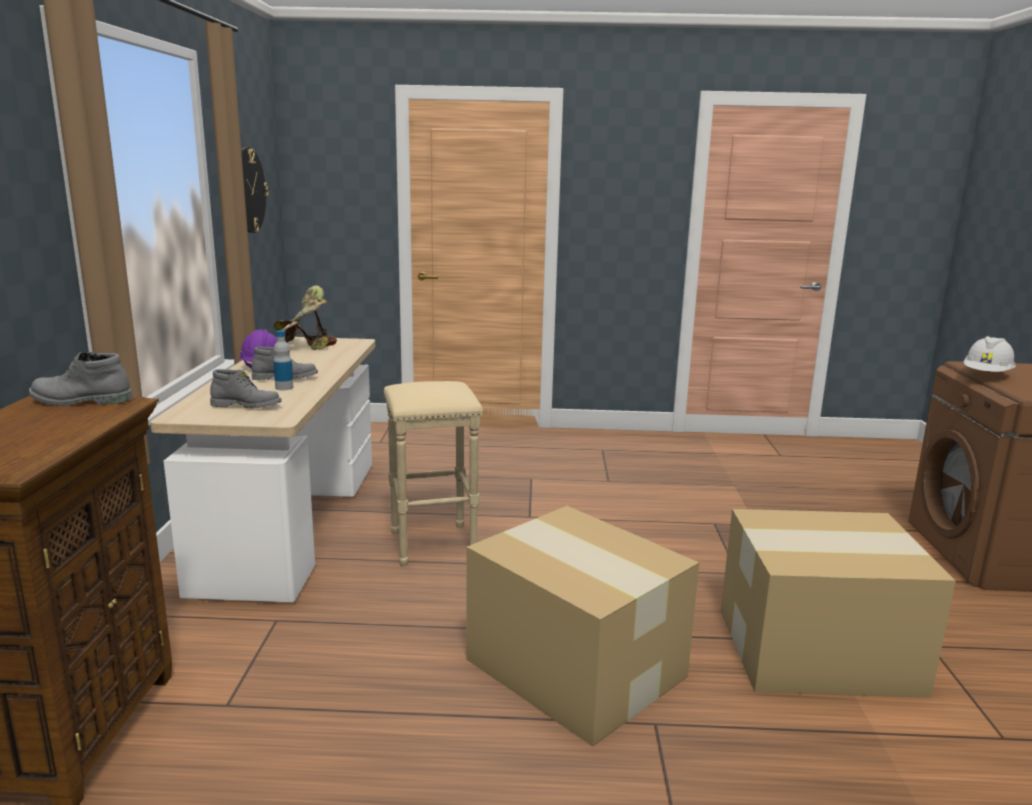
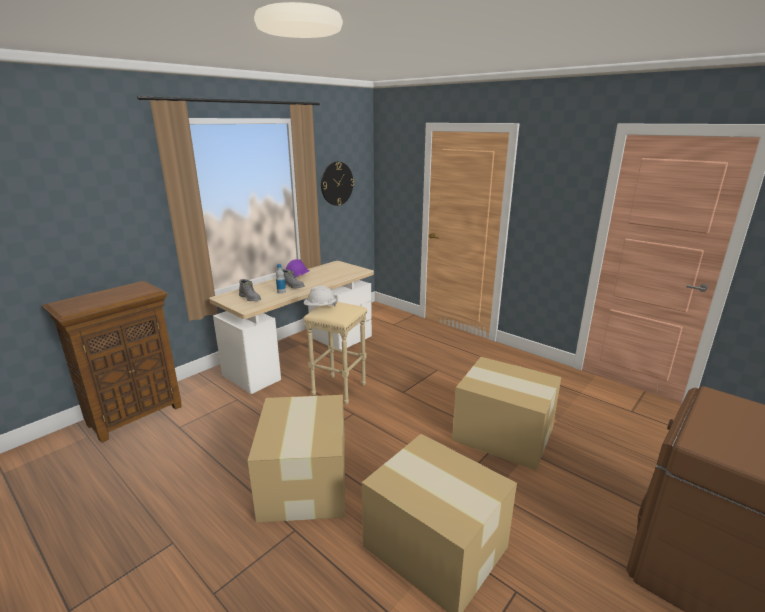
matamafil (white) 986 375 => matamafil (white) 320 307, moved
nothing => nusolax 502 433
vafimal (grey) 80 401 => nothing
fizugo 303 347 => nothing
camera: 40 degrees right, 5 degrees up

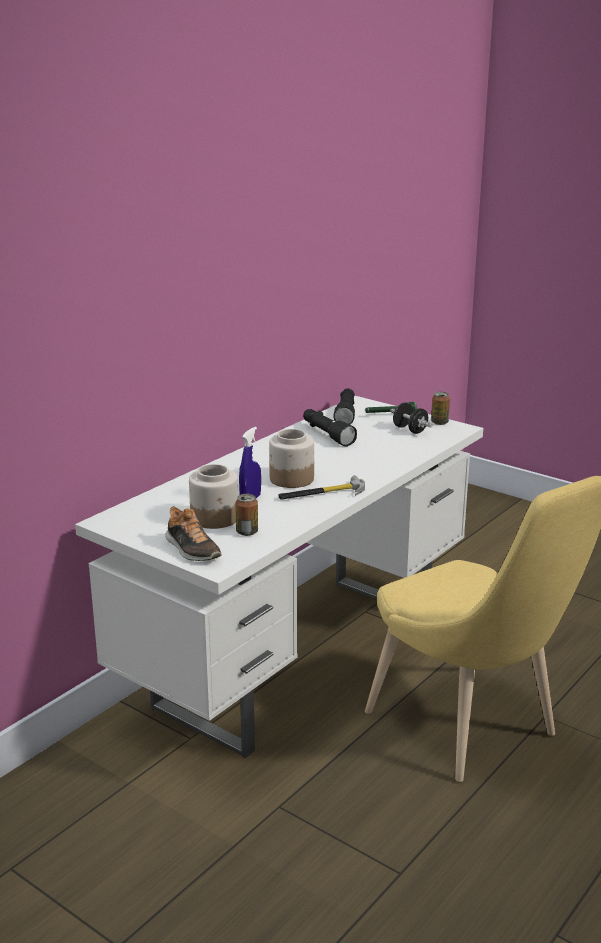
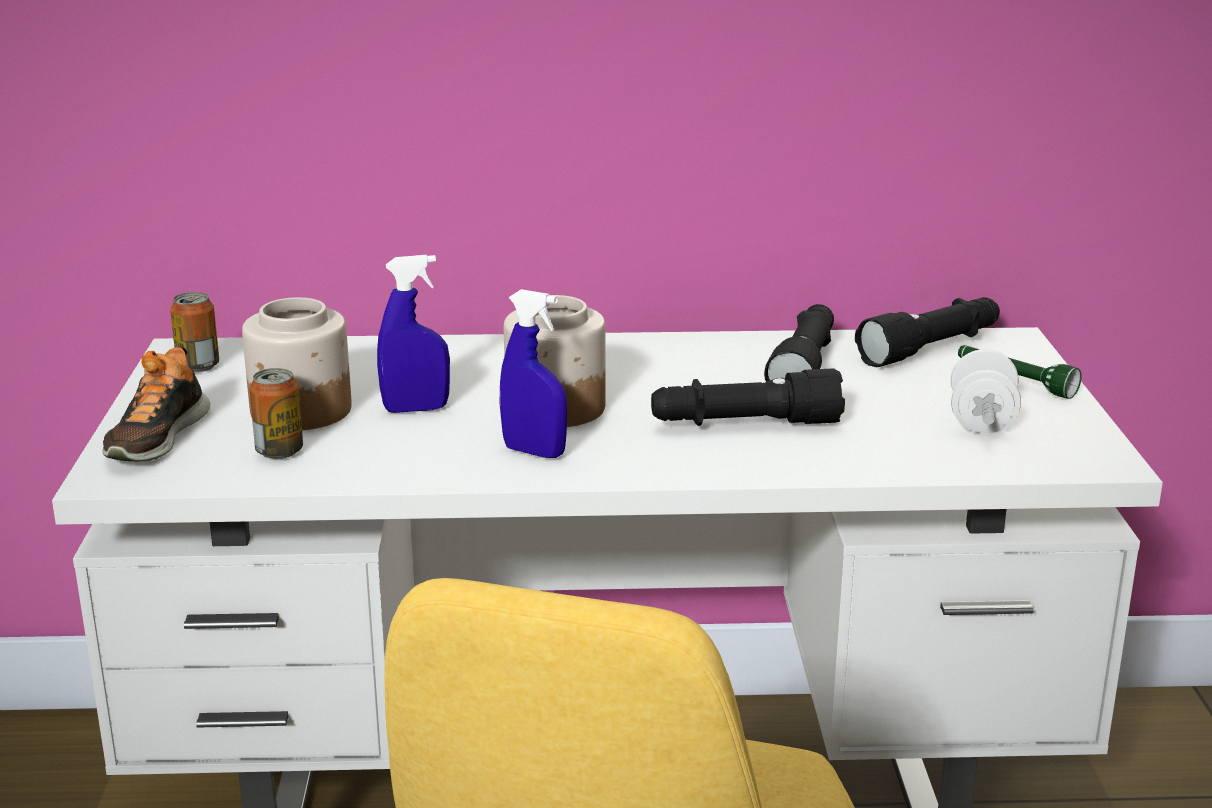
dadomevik 439 422 => dadomevik 198 366, moved
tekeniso 322 494 => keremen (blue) 534 452
nothing => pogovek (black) 745 424
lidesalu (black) 410 430 => lidesalu (white) 981 421
camera: 50 degrees right, 0 degrees up

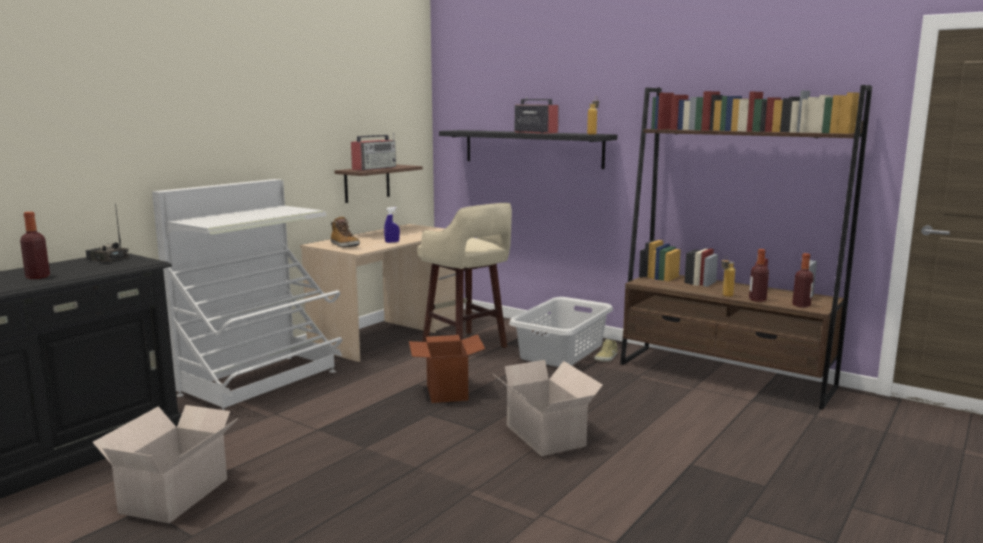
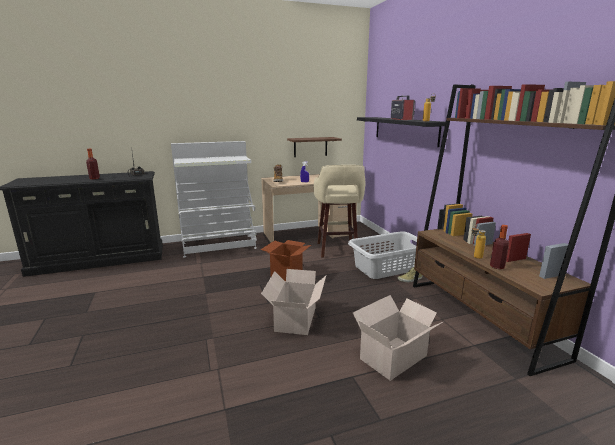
nusolax 177 494 => nusolax 395 357, moved
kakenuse 375 168 => nothing
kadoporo 801 305 => nothing
camera: 35 degrees right, 5 degrees up

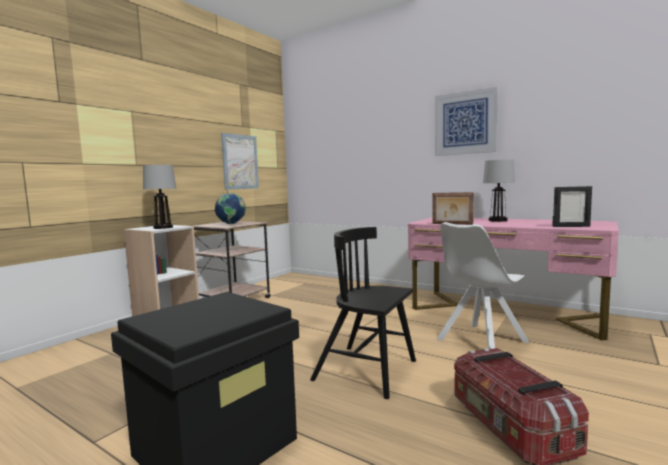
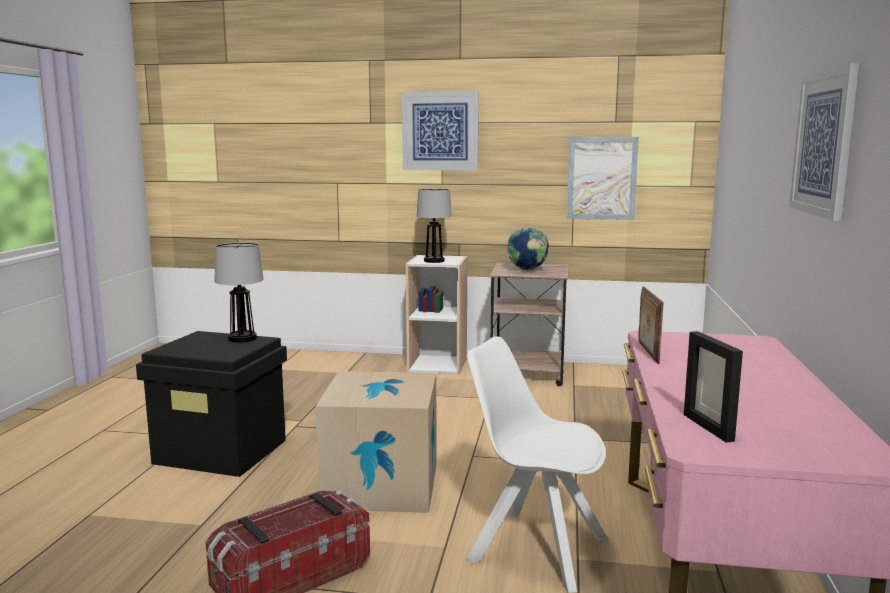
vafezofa 498 220 => vafezofa 243 338, moved
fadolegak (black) 371 371 => nusolax 381 485
nothing => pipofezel 440 131
camera: 65 degrees right, 5 degrees up

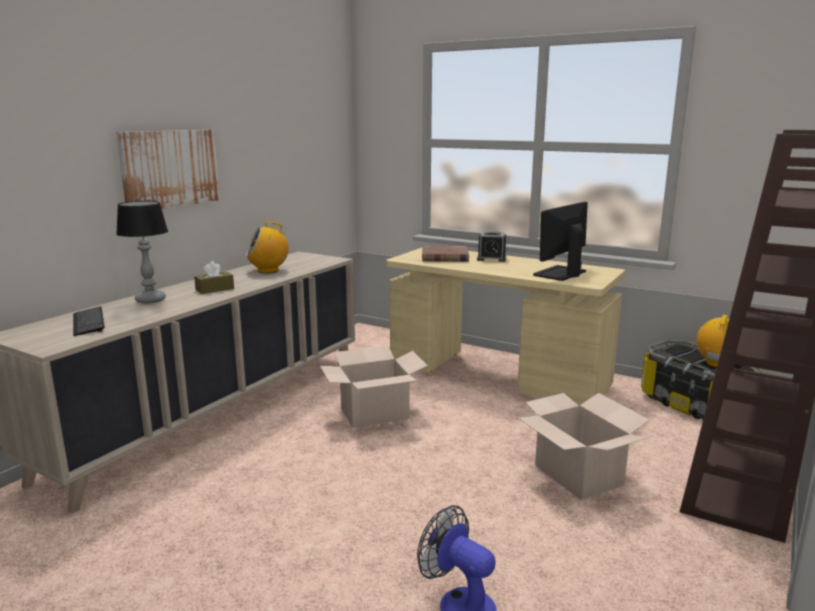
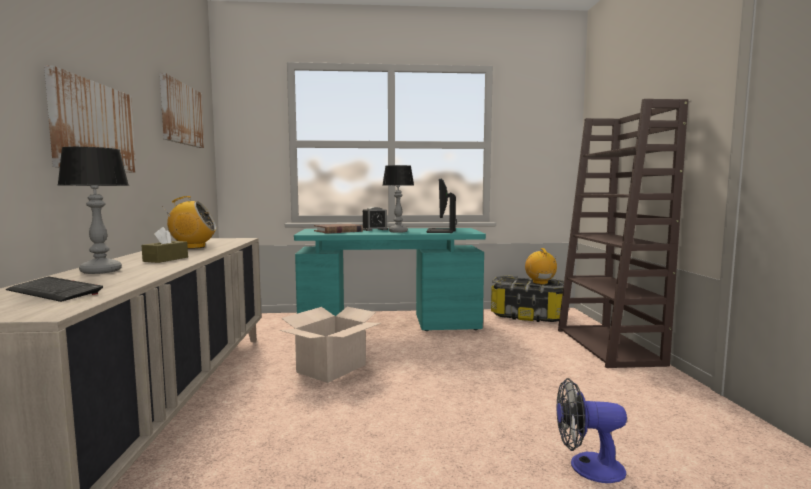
nothing => pipofezel 181 114
kakenuse 268 270 => kakenuse 193 247, 135 degrees counterclockwise
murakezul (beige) 497 376 => murakezul (turquoise) 390 325
nothing => vafezofa 398 231
nusolax 579 475 => nothing
camera: 35 degrees left, 10 degrees down

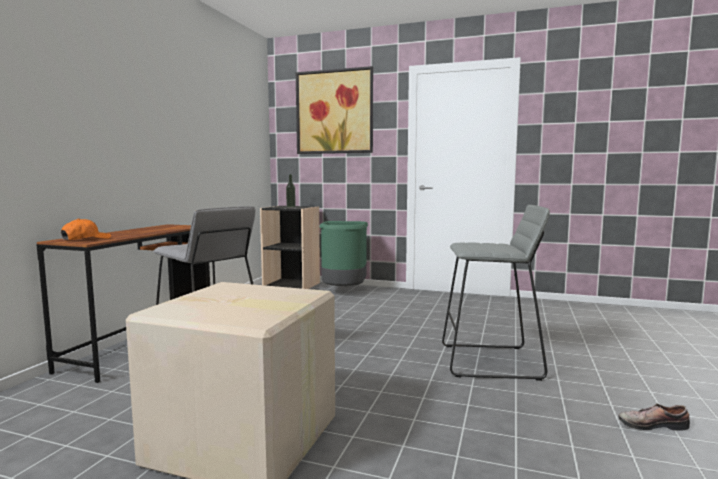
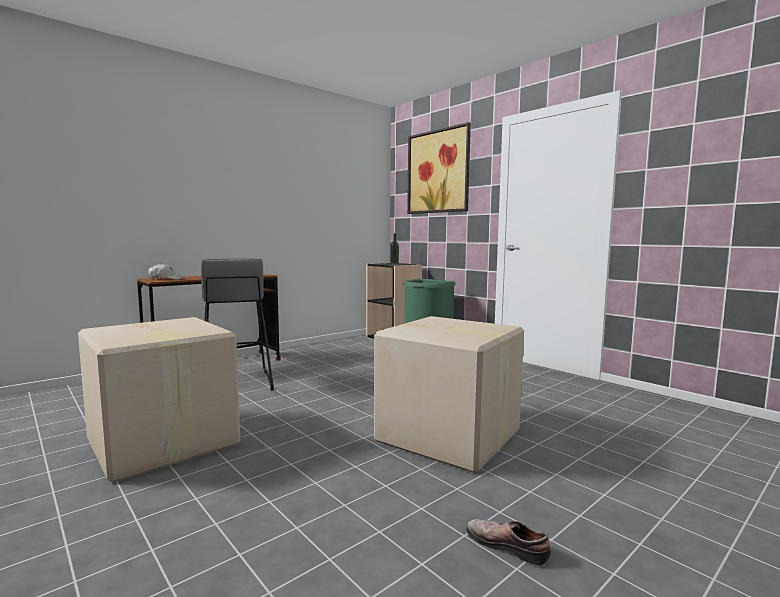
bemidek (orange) 86 239 => bemidek (white) 165 279
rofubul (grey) 491 362 => nusolax 449 437
camera: 30 degrees right, 0 degrees up

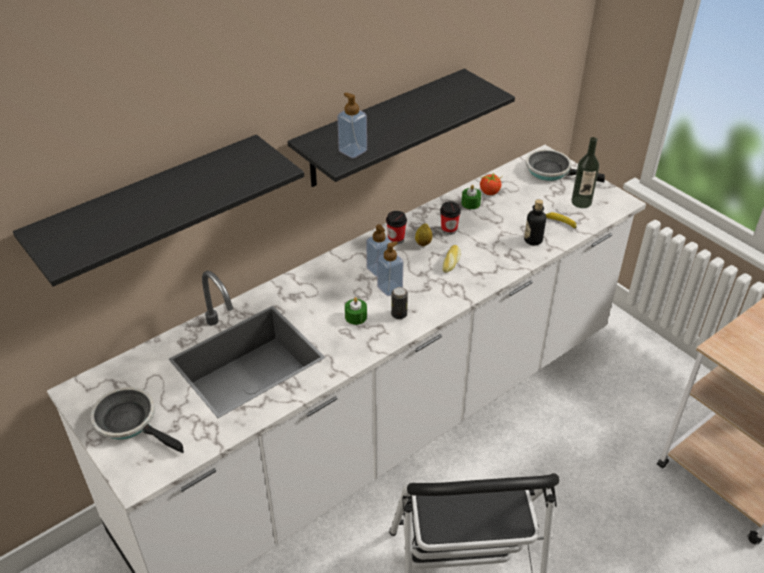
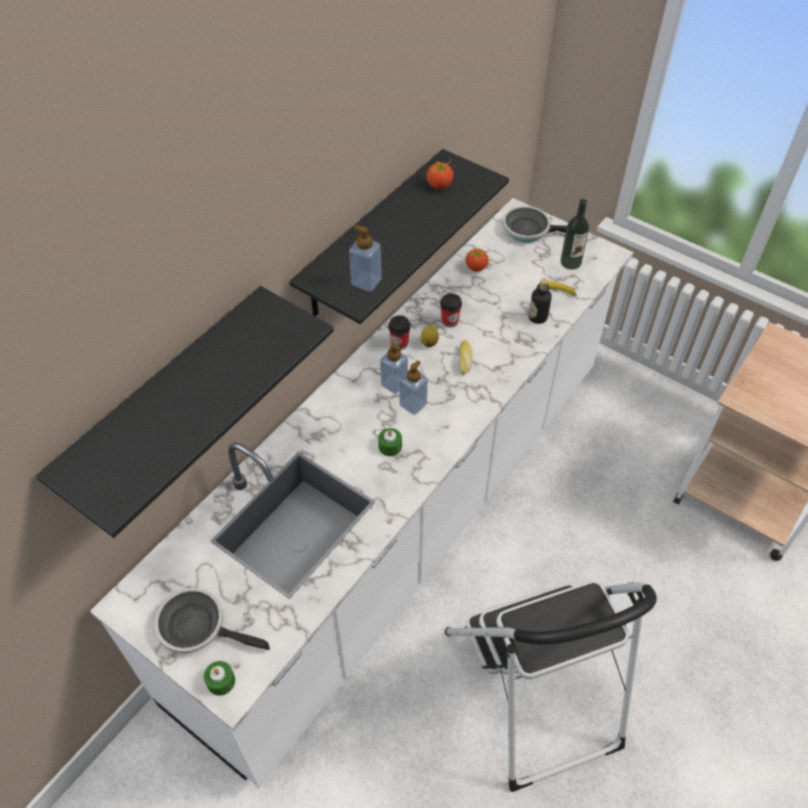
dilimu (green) 470 203 => dilimu (green) 221 681, moved
nothing => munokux 439 185
dadomevik 399 314 => nothing
camera: 15 degrees left, 10 degrees up

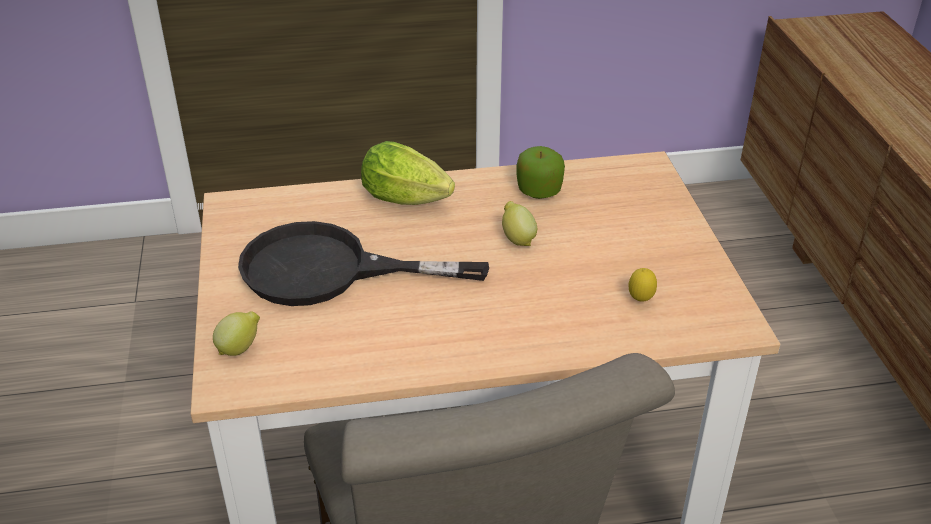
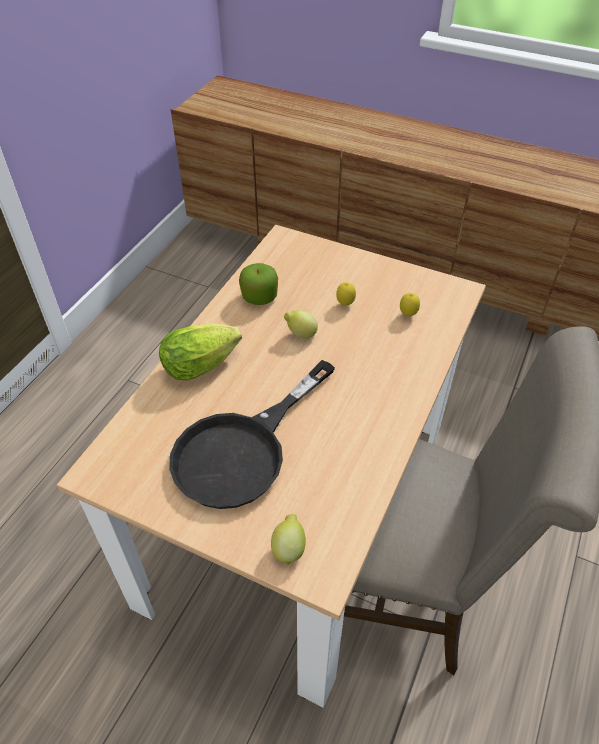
nothing => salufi 345 304
camera: 55 degrees left, 10 degrees up

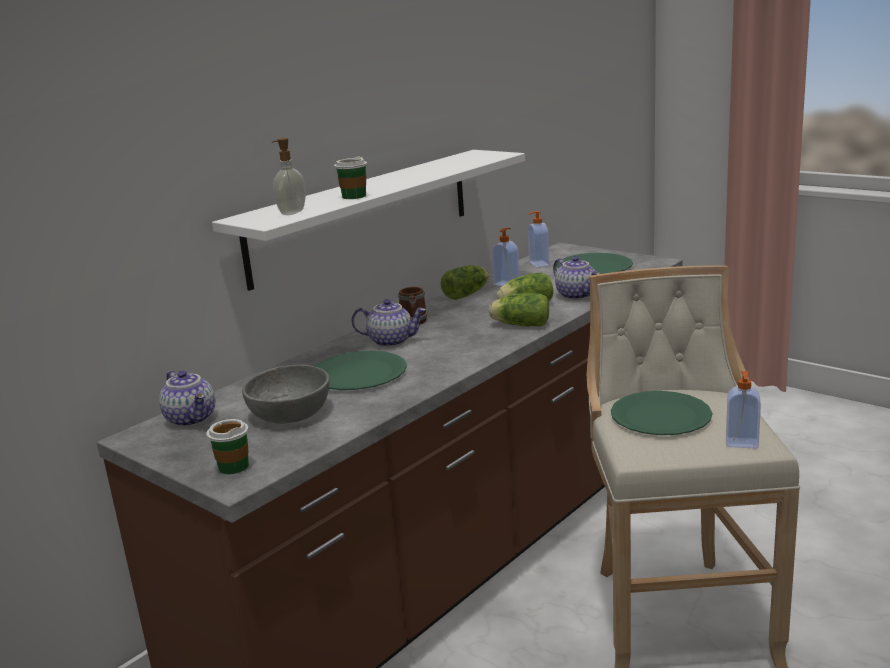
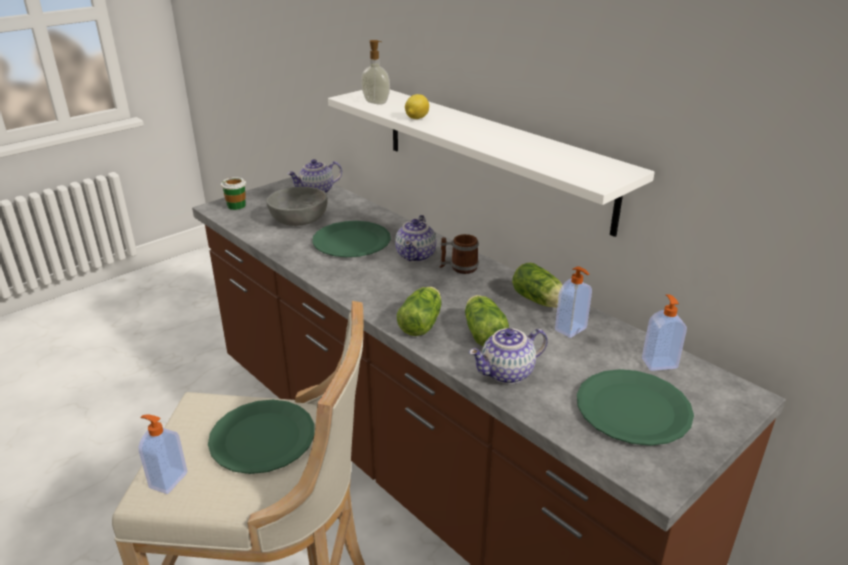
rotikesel 354 196 => salufi 416 118
camera: 95 degrees right, 10 degrees up

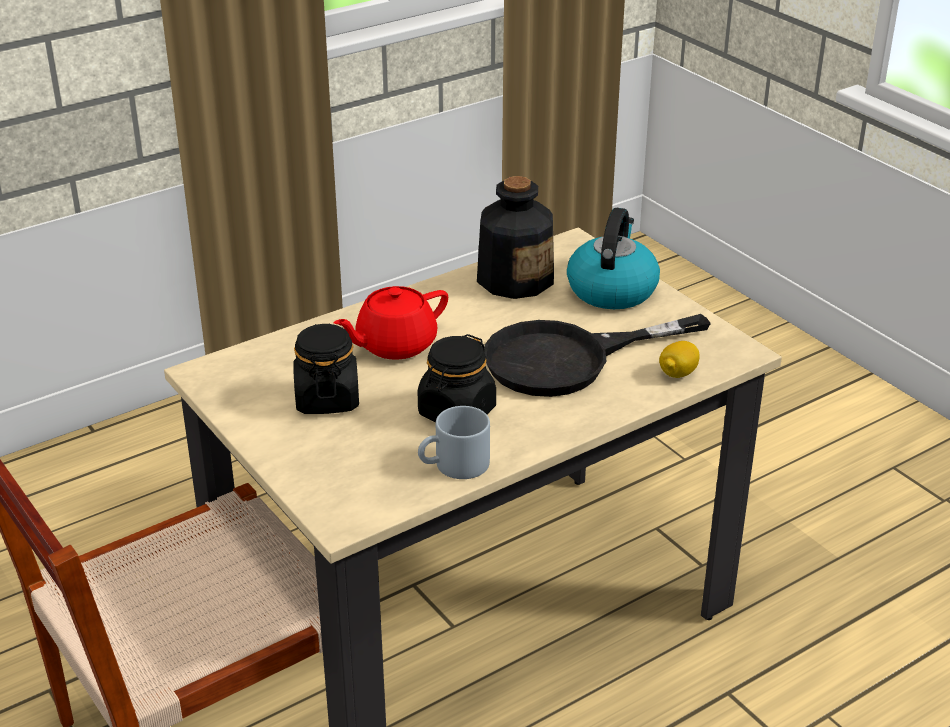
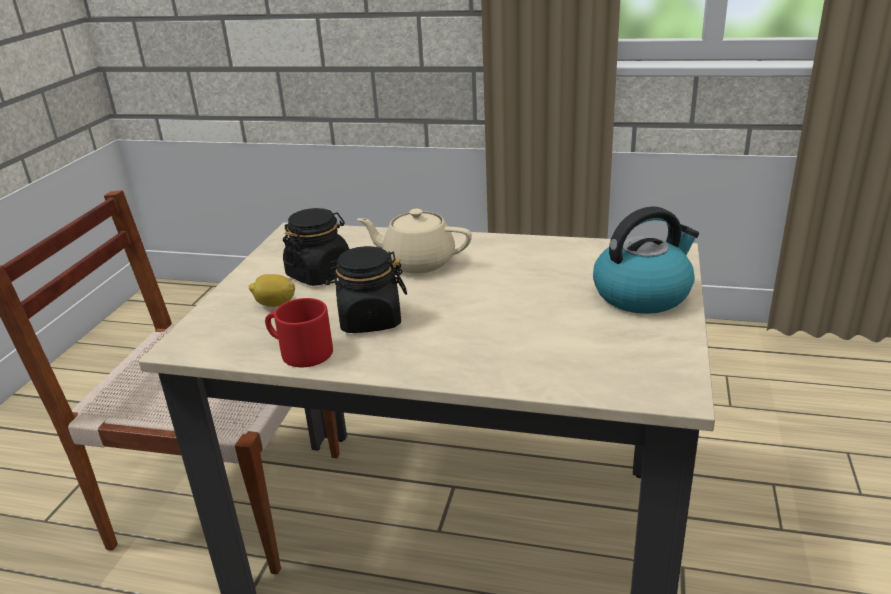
salufi 678 374 => salufi 275 304, moved
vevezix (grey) 454 466 => vevezix (red) 299 352
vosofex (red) 394 345 => vosofex (beige) 418 262
kadoporo 515 279 => nothing
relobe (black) 568 359 => nothing
camera: 50 degrees right, 5 degrees down

